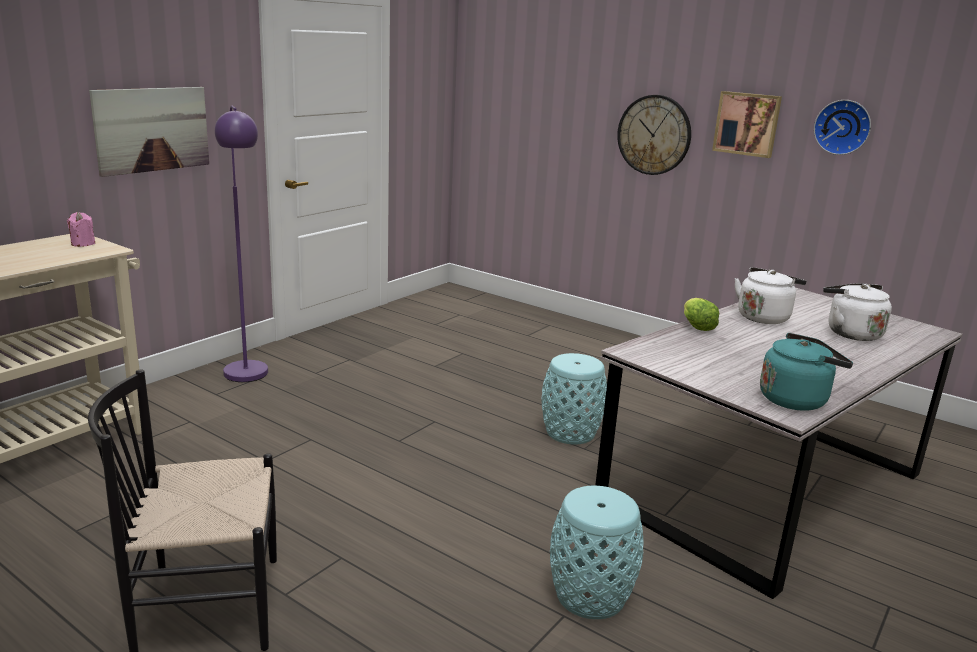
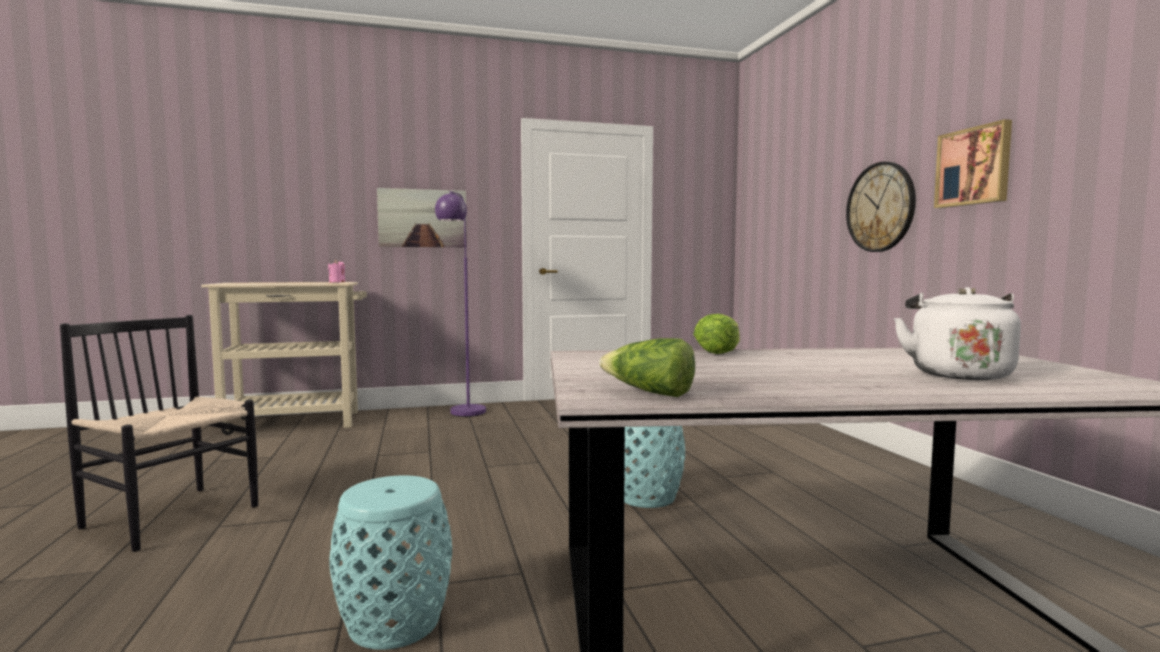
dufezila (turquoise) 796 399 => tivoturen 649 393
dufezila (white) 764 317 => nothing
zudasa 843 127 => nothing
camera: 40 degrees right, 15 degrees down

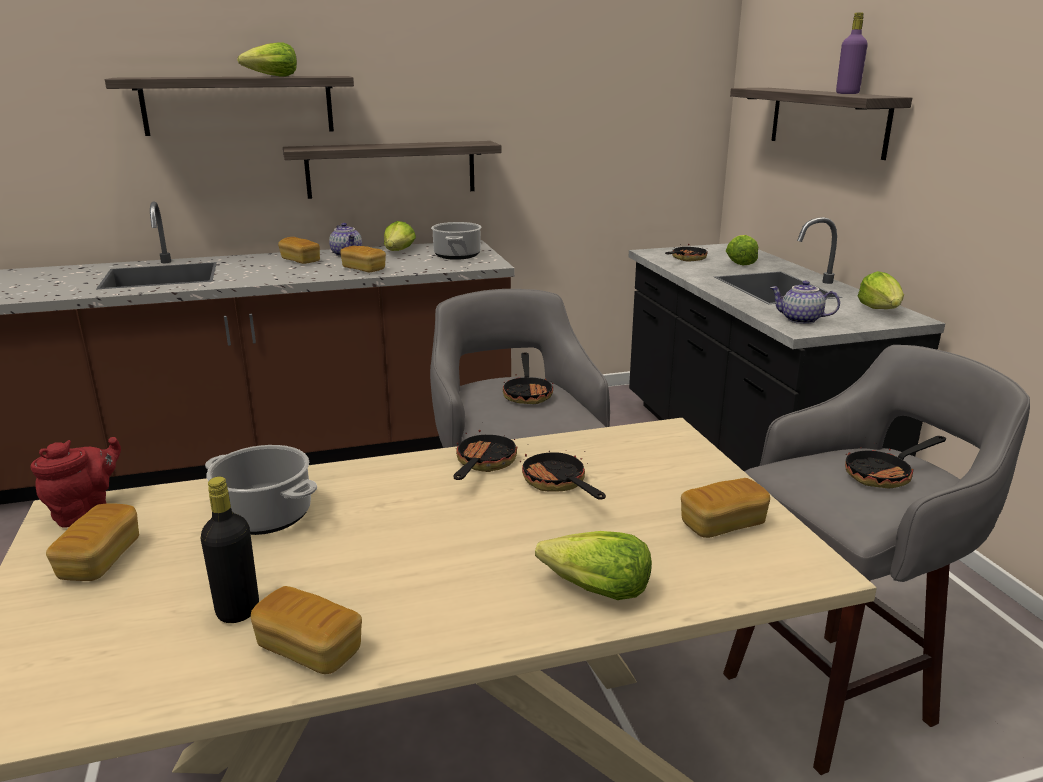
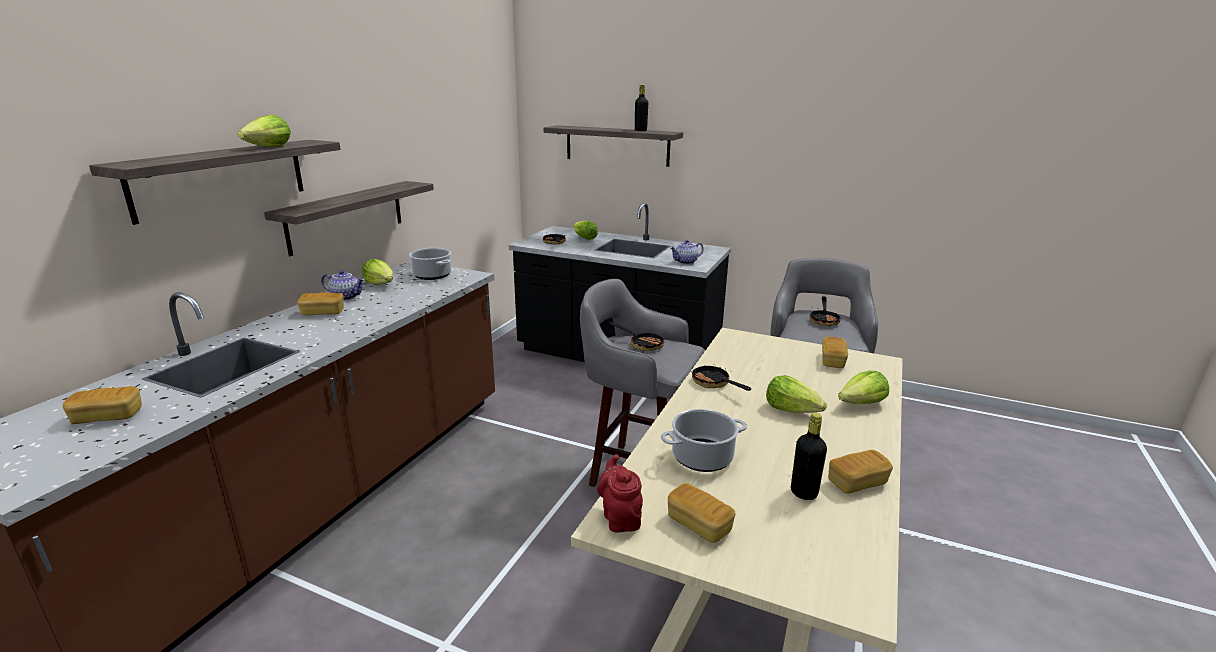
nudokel 364 269 => nudokel 108 417, moved
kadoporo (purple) 847 93 => kadoporo (black) 640 130
tivoturen 880 309 => tivoturen 792 409, moved
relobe 558 484 => nothing
camera: 50 degrees left, 0 degrees up

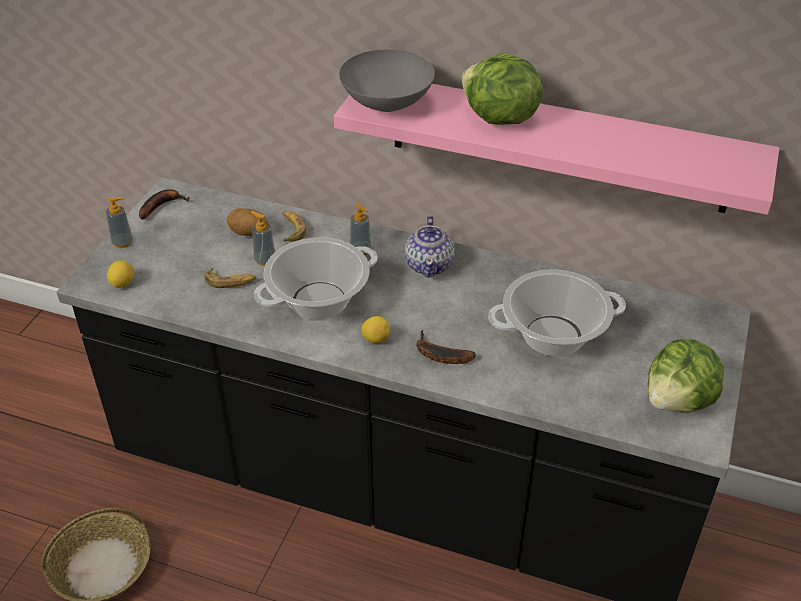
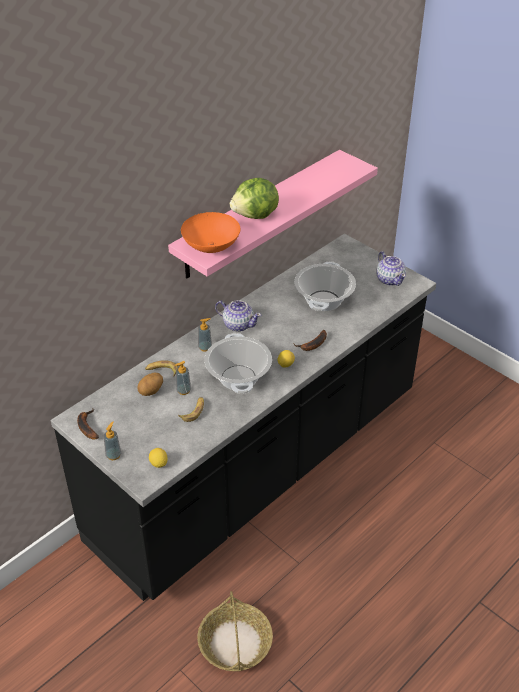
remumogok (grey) 388 104 => remumogok (orange) 212 246
tivoturen 678 400 => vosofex 390 279
camera: 65 degrees left, 0 degrees up

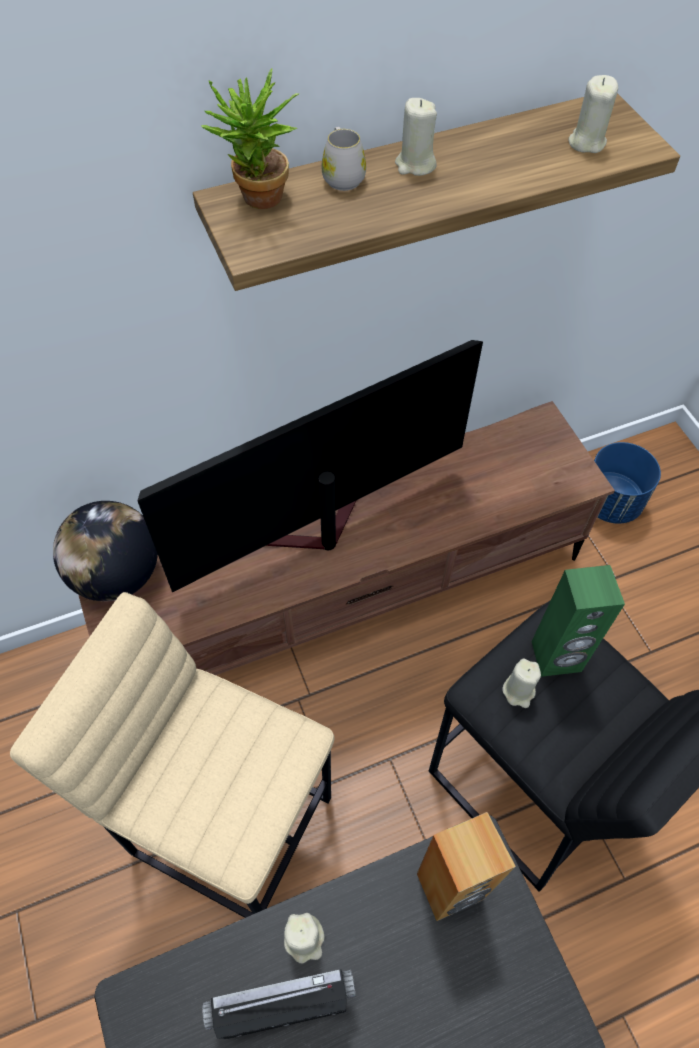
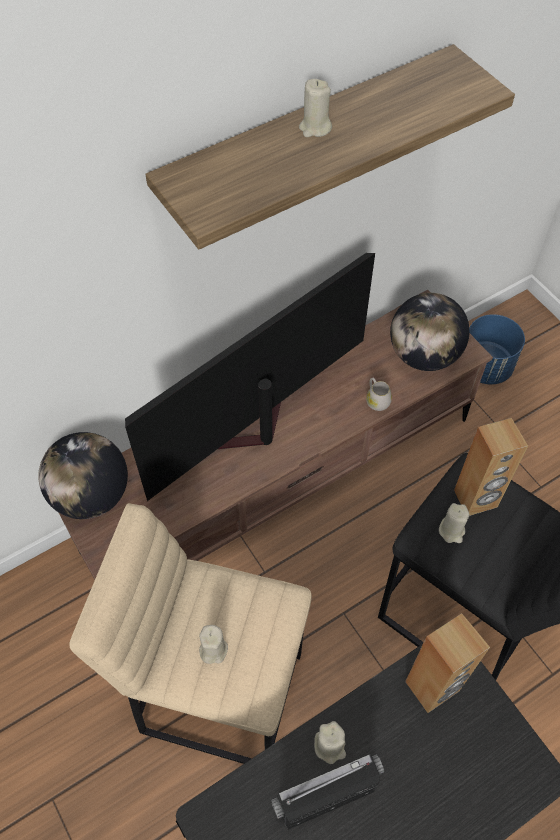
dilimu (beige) 586 142 => dilimu (beige) 213 649, moved
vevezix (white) 342 176 => vevezix (white) 376 400, moved
nothing => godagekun 423 355
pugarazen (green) 556 657 => pugarazen (brown) 476 499
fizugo 258 201 => nothing
camera: 10 degrees left, 0 degrees up

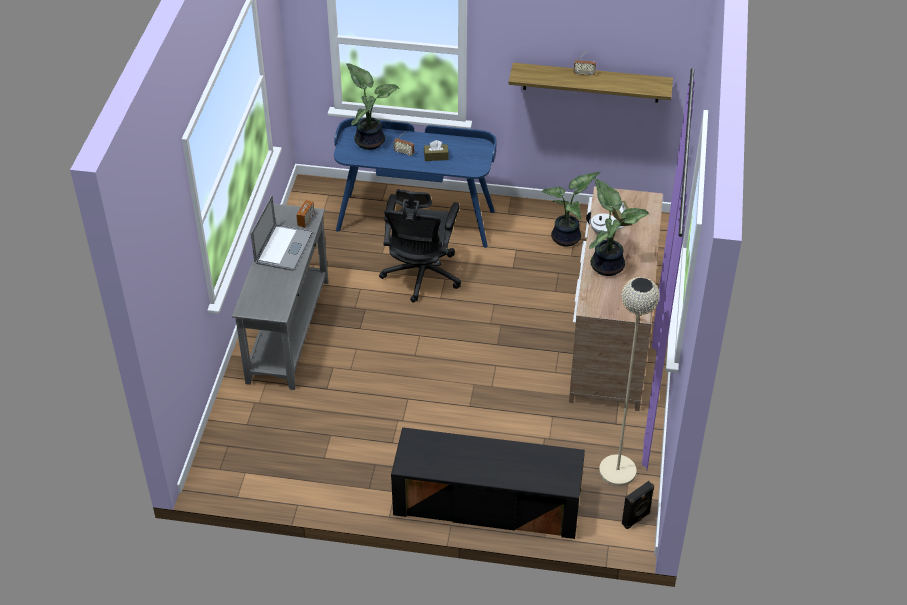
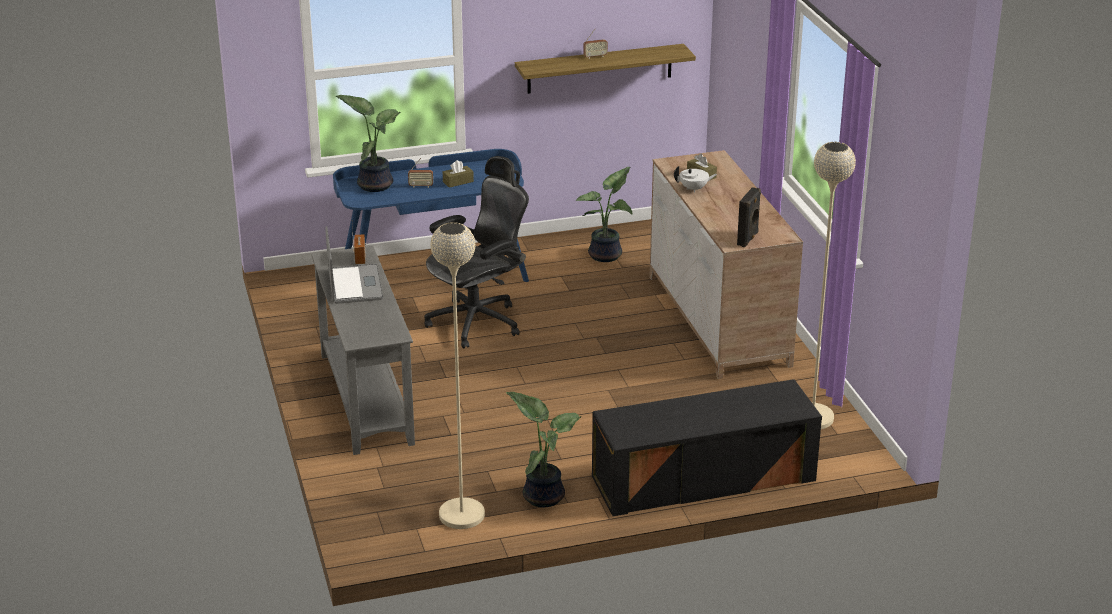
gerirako 421 277 => gerirako 479 321, 120 degrees counterclockwise
nothing => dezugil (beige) 461 515
fizugo 608 264 => fizugo 543 495, moved
pugarazen (black) 636 519 => pugarazen (black) 748 239, moved
camera: 25 degrees left, 15 degrees down

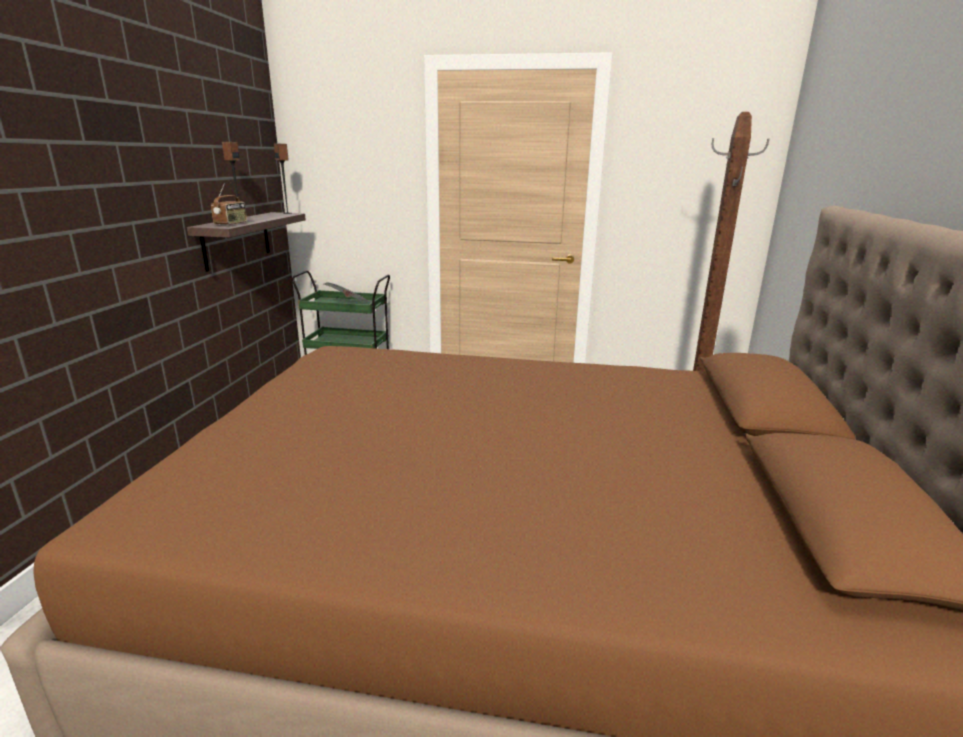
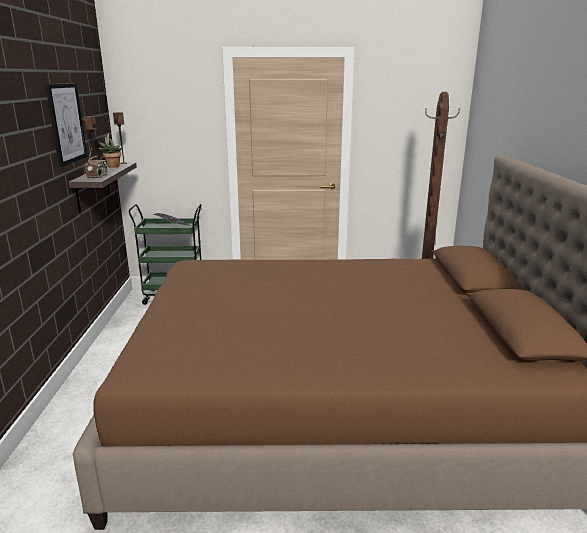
nothing => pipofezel 66 123
nothing => fizugo 112 166
camera: 10 degrees left, 0 degrees up

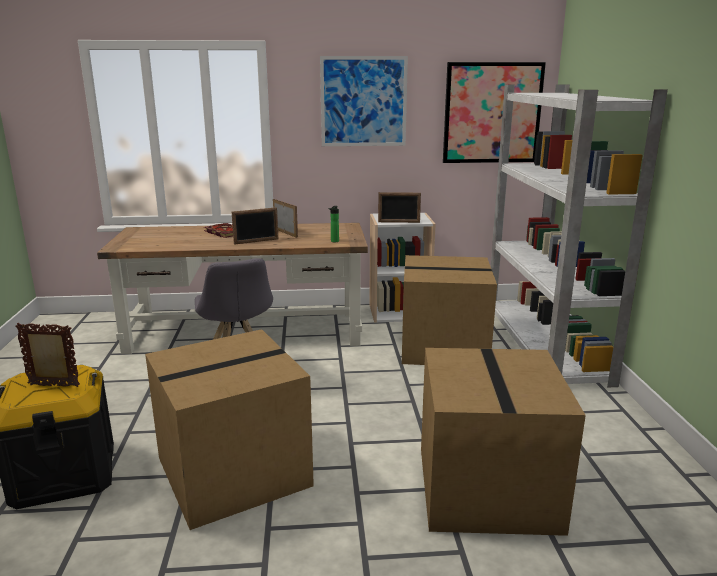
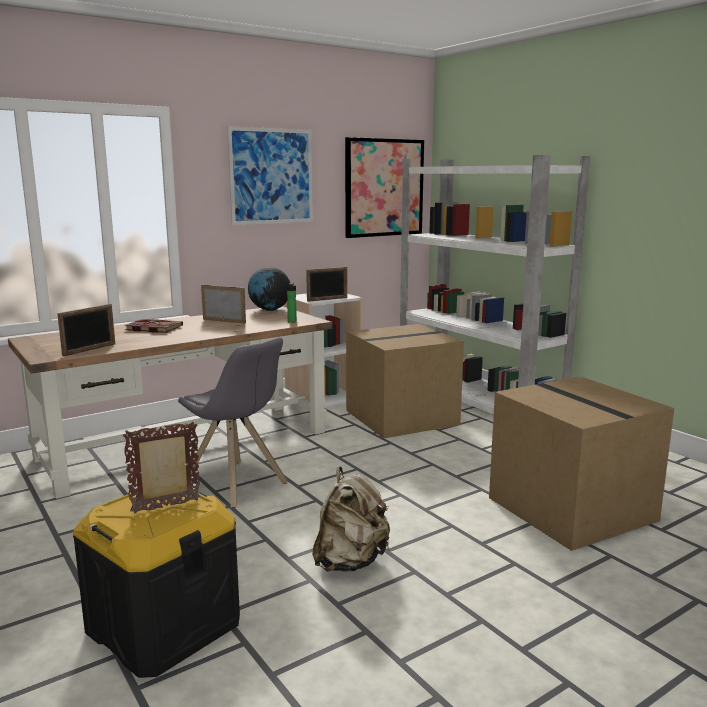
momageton 256 241 => momageton 90 350, moved
nothing => godagekun 270 310
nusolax 234 470 => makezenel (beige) 350 562
camera: 30 degrees left, 5 degrees down

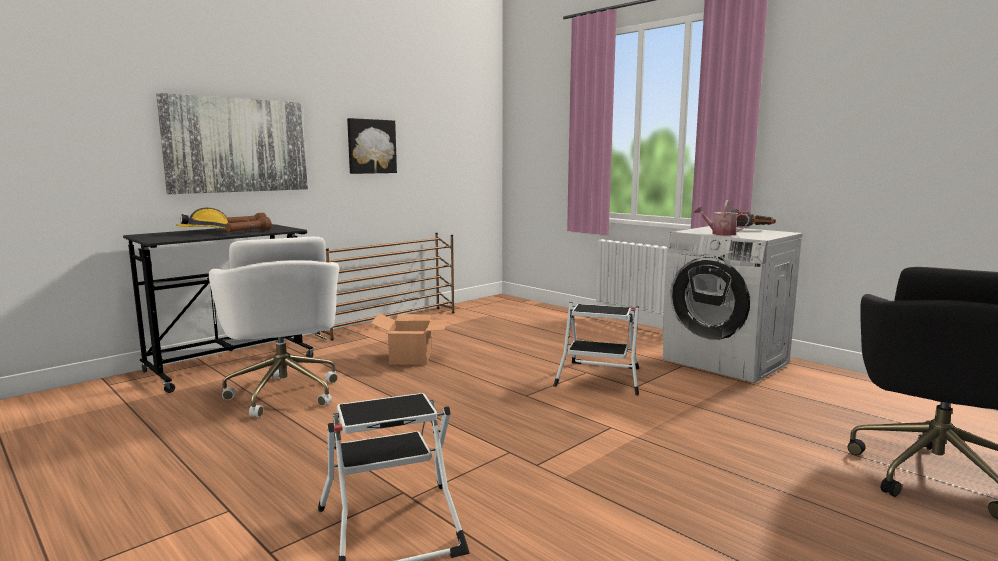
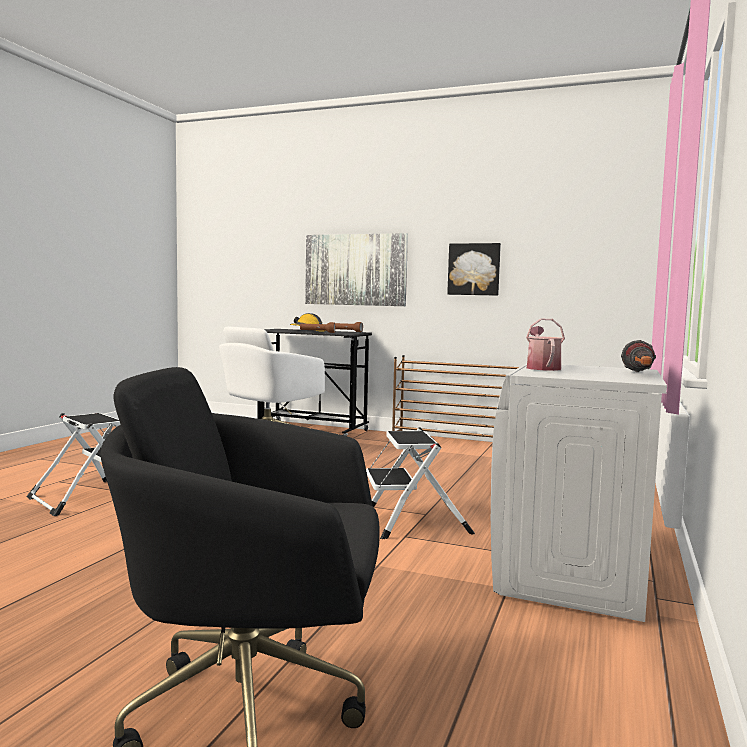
nusolax 410 358 => nothing
camera: 65 degrees right, 5 degrees down

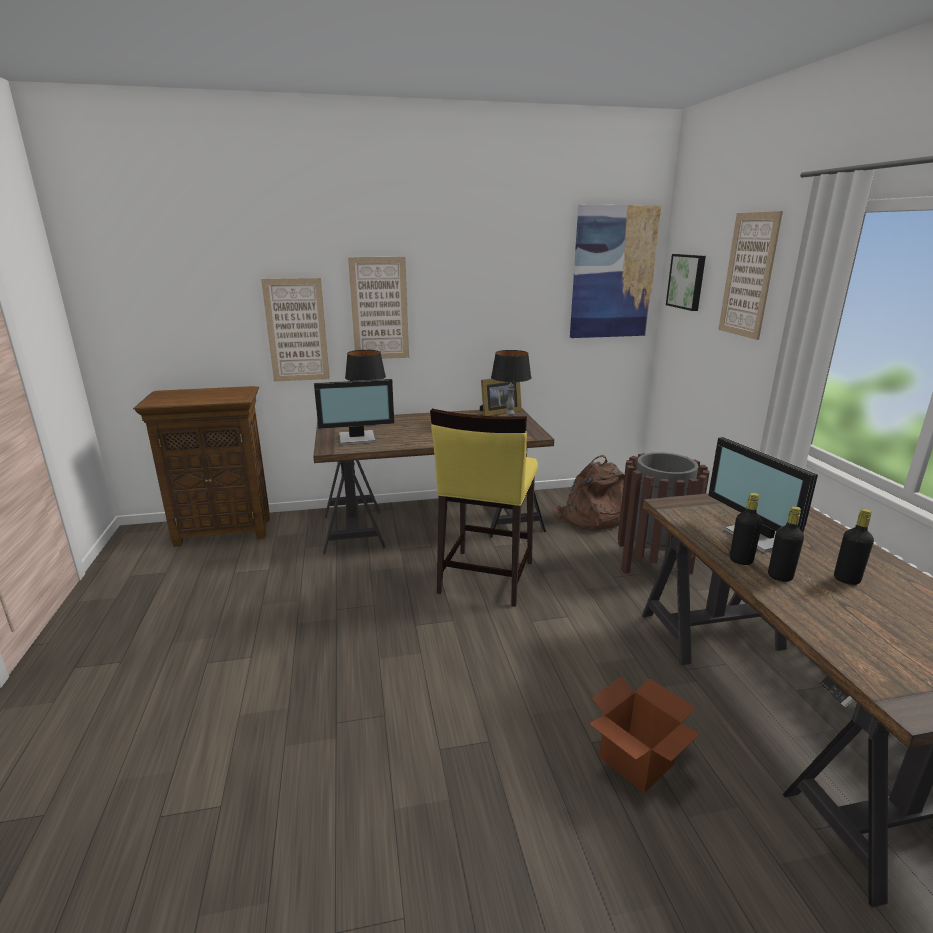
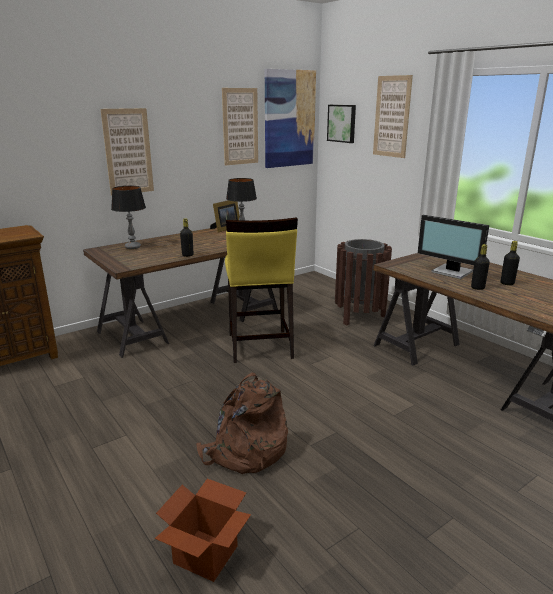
nusolax 636 761 => nusolax 205 555, moved
kadoporo (black) 741 560 => kadoporo (black) 187 255, moved
makezenel (brown) 589 518 => makezenel (brown) 245 451, moved
pipofezel 297 330 => pipofezel 240 126, moved
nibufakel 357 439 => nothing
camera: 25 degrees left, 0 degrees up

